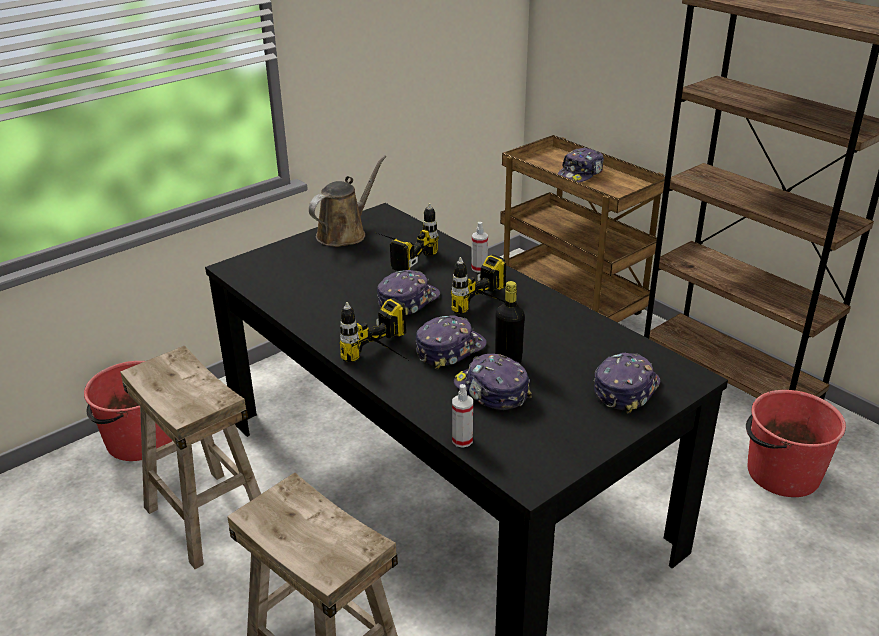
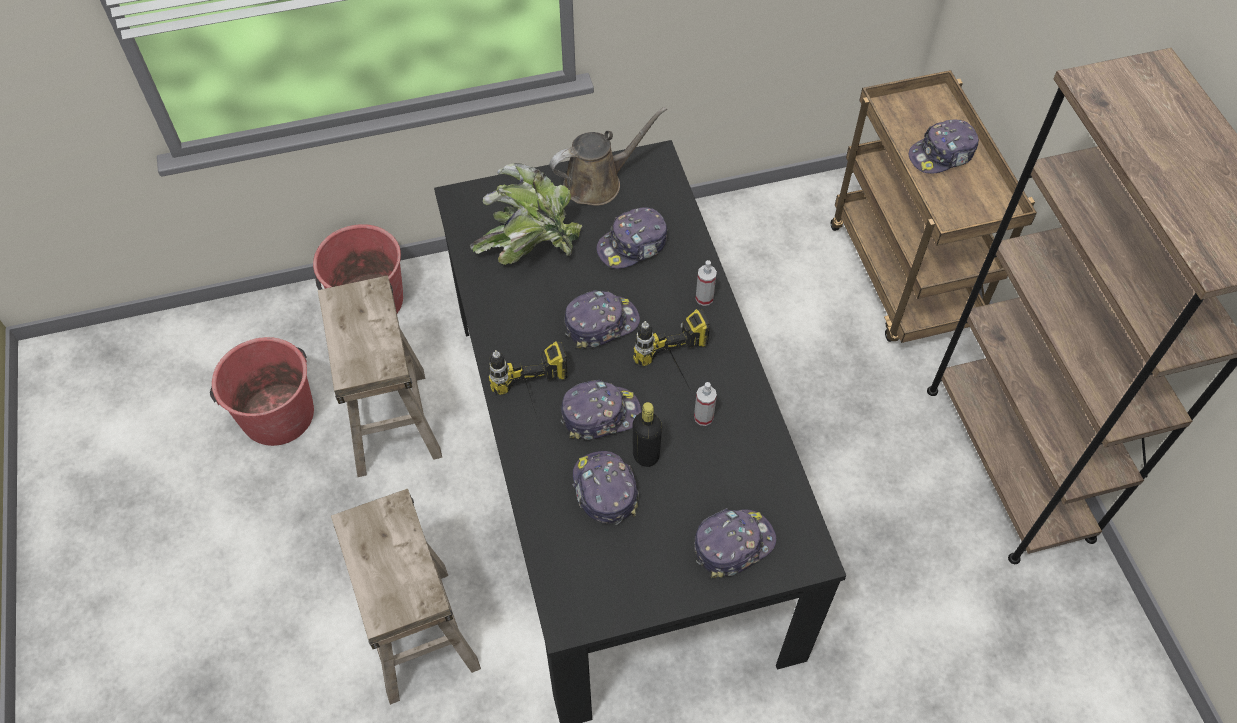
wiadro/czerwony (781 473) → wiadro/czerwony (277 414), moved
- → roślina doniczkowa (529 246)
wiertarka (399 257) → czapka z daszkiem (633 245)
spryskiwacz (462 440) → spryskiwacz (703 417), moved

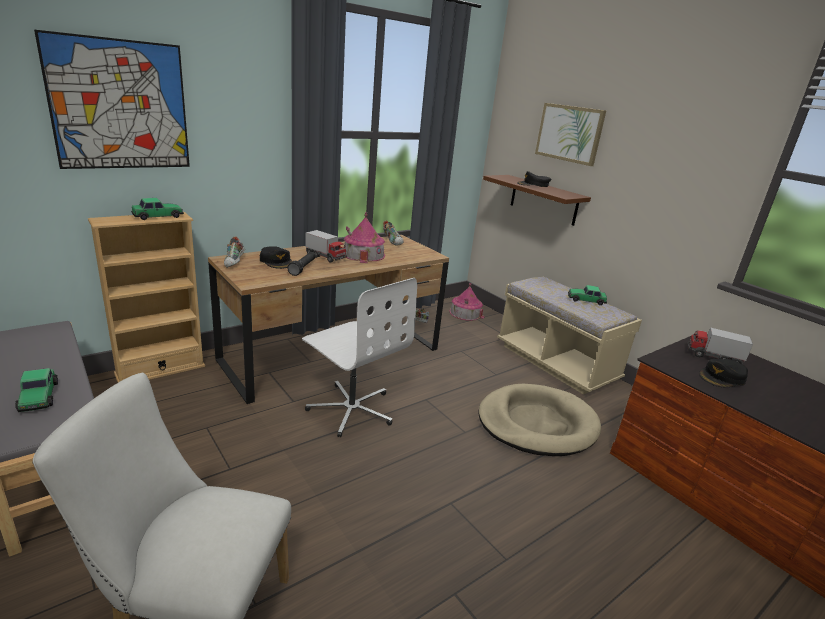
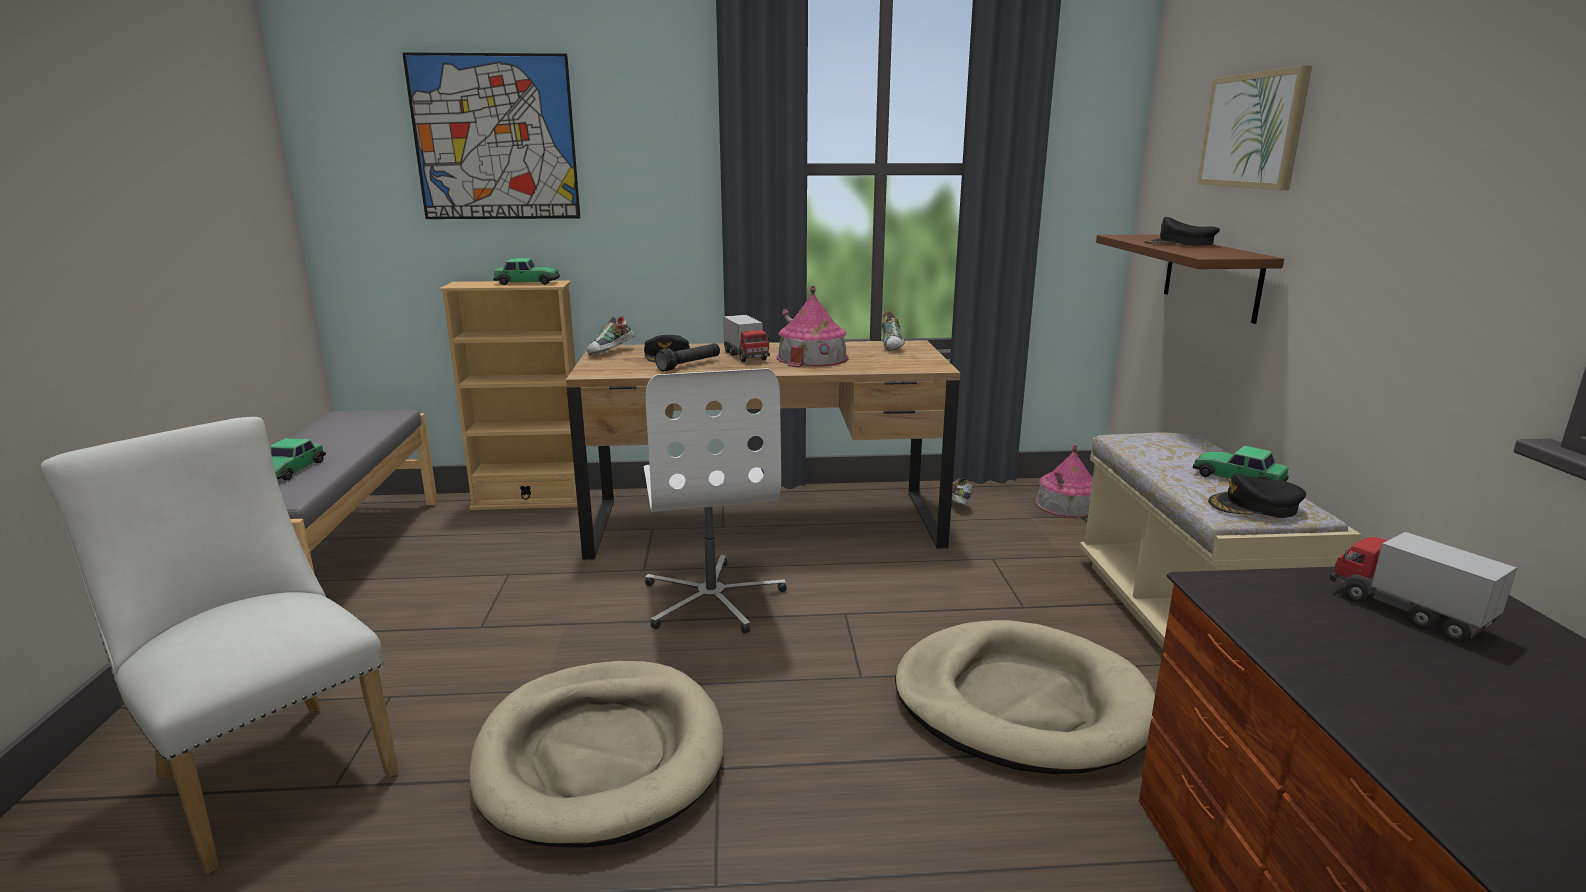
- → legowisko/beżowy (601 756)
czapka z daszkiem/czarny (722 377) → czapka z daszkiem/czarny (1255 506), moved

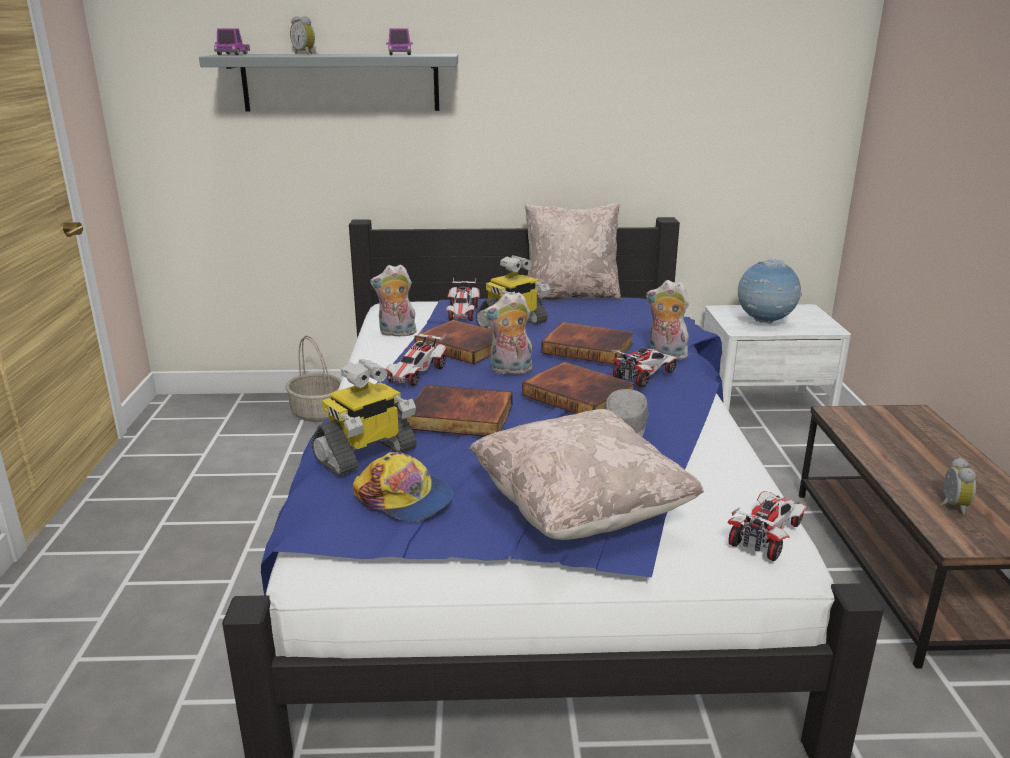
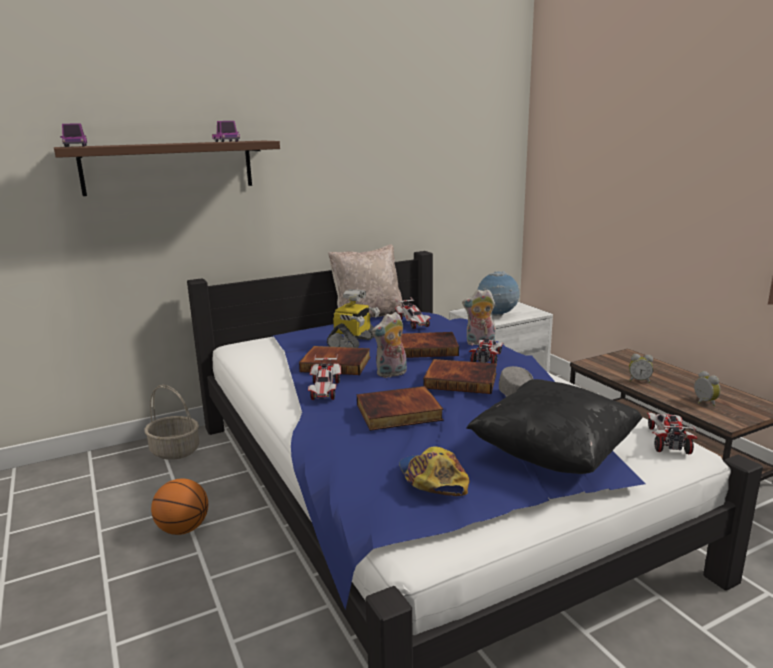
półka/szary (340 82) → półka/brązowy (168 167)
- → piłka do koszykówki (183 529)
samochodzik (463 313) → samochodzik (413 323), moved
czapka z daszkiem (404 498) → czapka z daszkiem (432 479), 120 degrees counterclockwise
poduszka/beżowy (580 511) → poduszka/czarny (553 455)
budzik (305 54) → budzik (639 380), moved
robot zabawkowy (366 455) → -
pluszak (396 333) → -

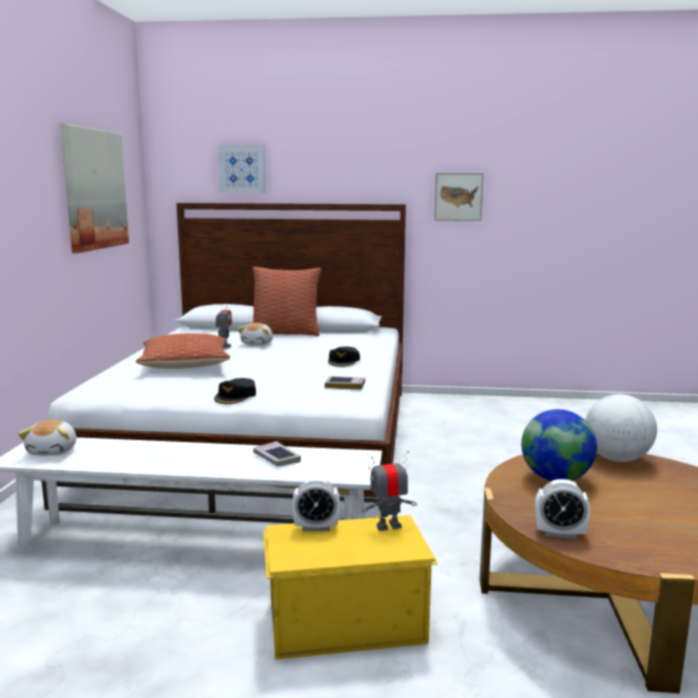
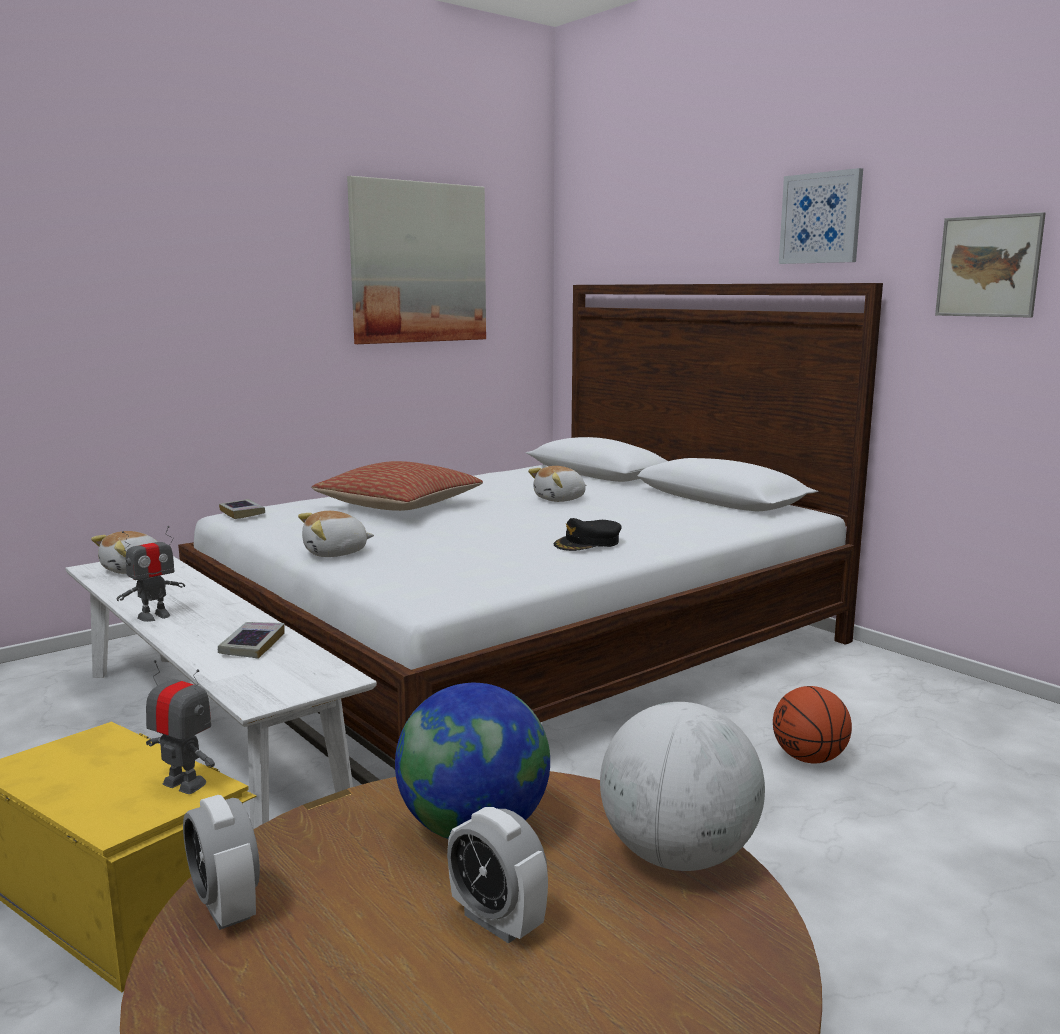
robot zabawkowy (225 346) → robot zabawkowy (154 616), moved
książka (345 385) → książka (242 513), moved
czapka z daszkiem/czarny (236 396) → pluszak (336 553)
budzik (316 527) → budzik (497 921), moved
- → piłka do koszykówki (809 758)
obraz (242 169) → obraz (821 218), moved
poduszka (286 333) → -

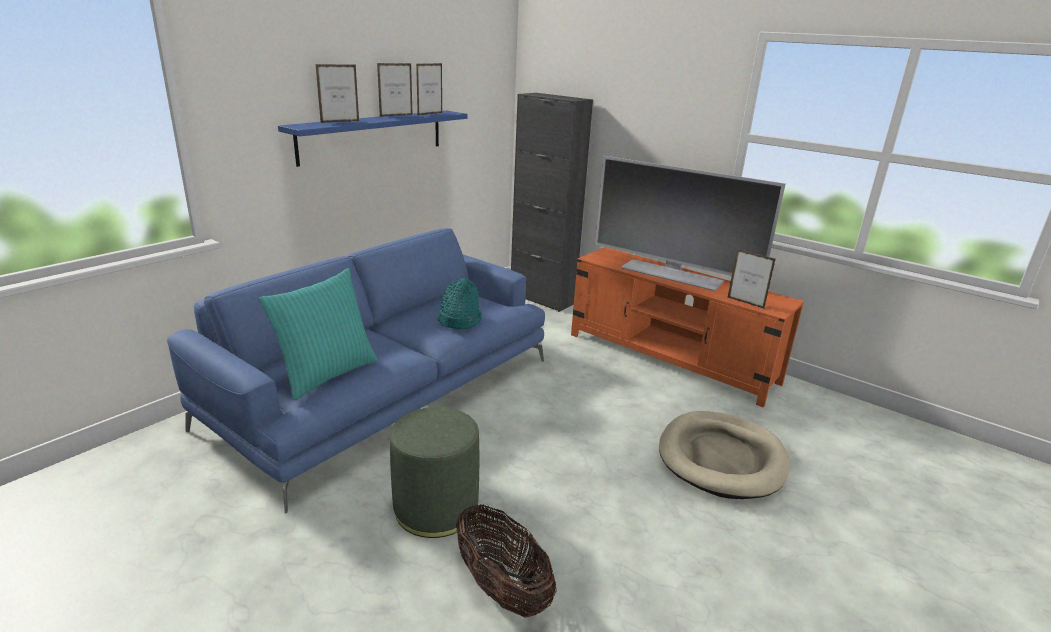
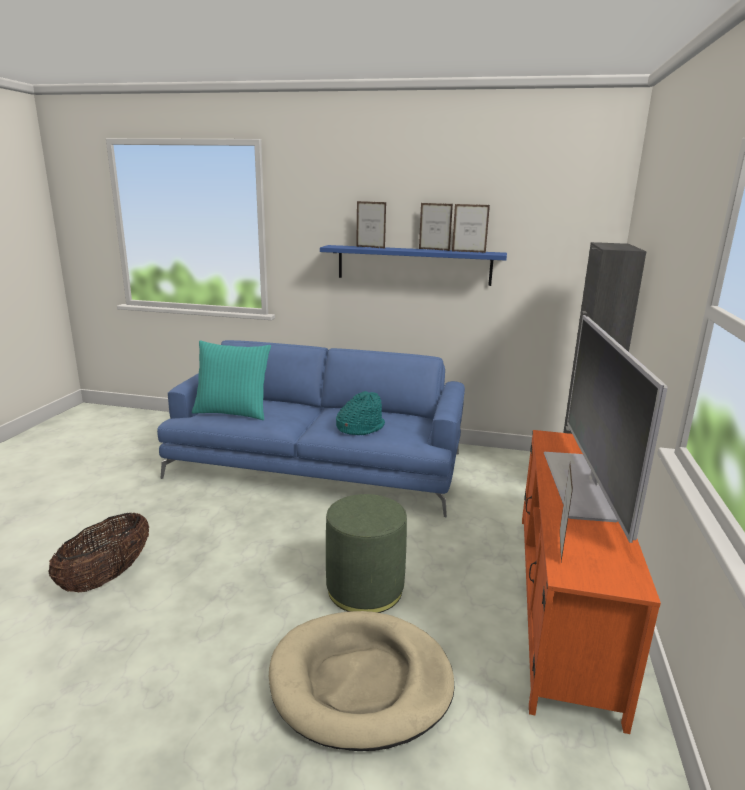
pufa/zielony (436 508) → pufa/zielony (365 588), moved

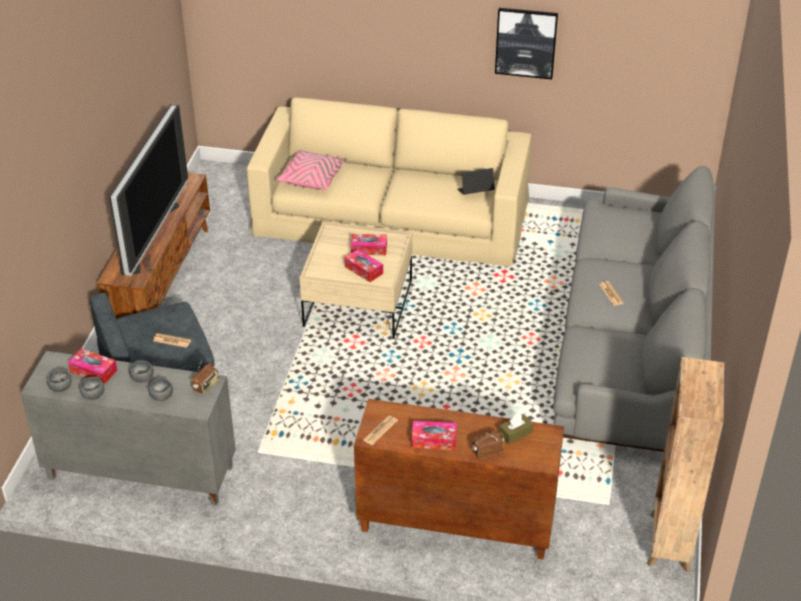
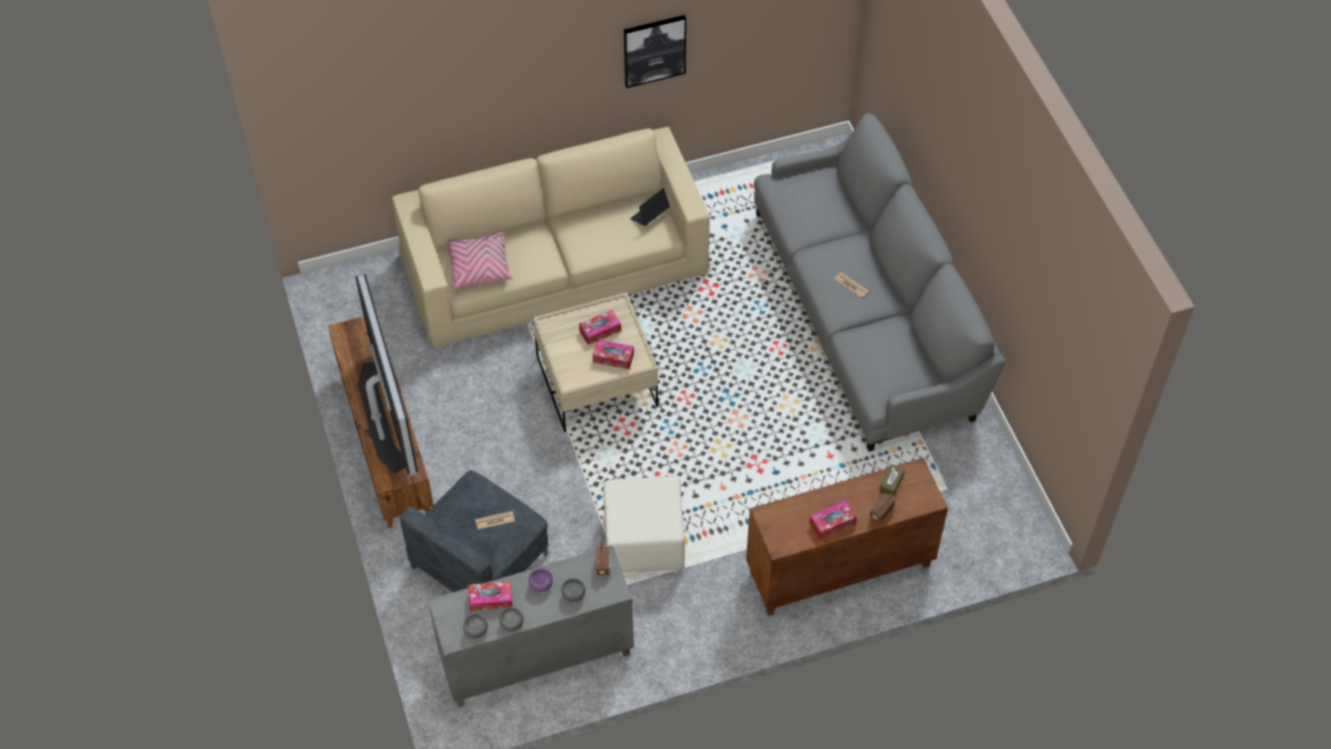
miska/szary (142 378) → miska/fioletowy (541 585)
- → pufa/beżowy (643 542)
gazeta (380 430) → -
regał/brązowy (669 543) → -

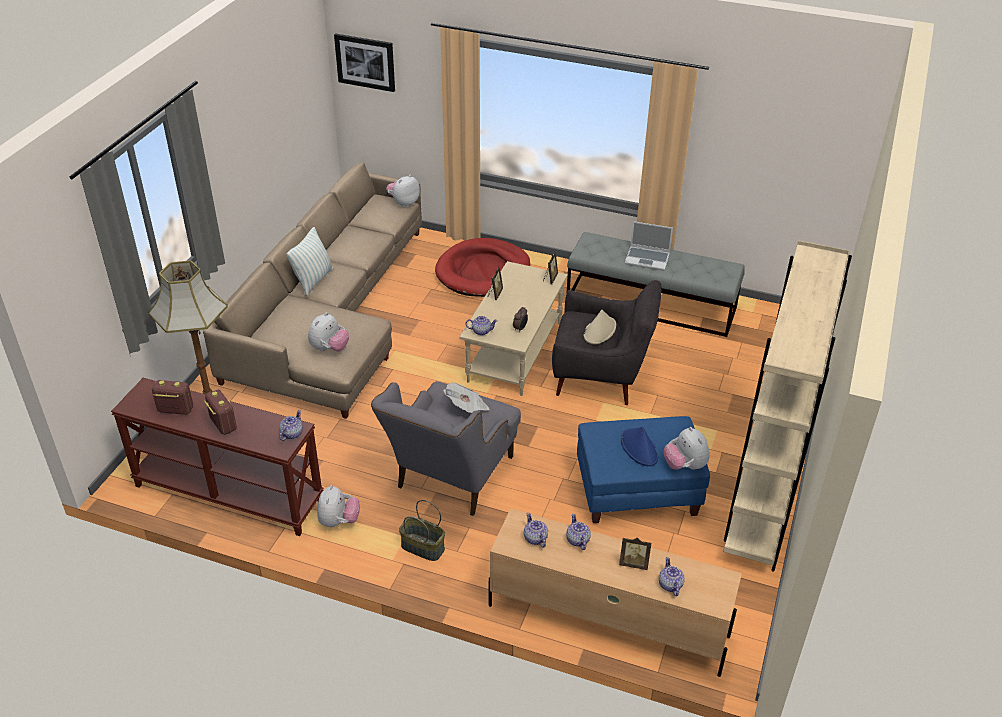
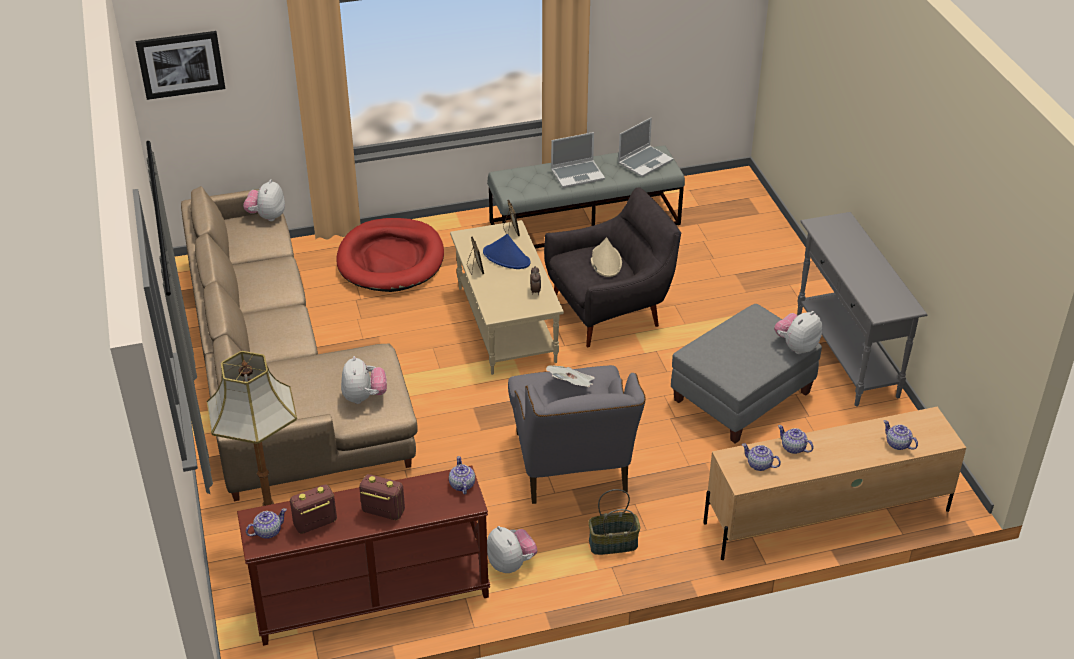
imbryk (481 331) → imbryk (267 531), moved
kapelusz/niebieski (639 448) → kapelusz/niebieski (507 258), moved
- → laptop (645 162)
pufa/niebieski (637 491) → pufa/szary (742 397)
pluszak (684 465) → pluszak (796 346), 105 degrees clockwise
regał/beżowy (762 502) → stolik konsolowy/szary (846 355)
poduszka (313 280) → -
ramka na zdjęcie (634 563) → -

